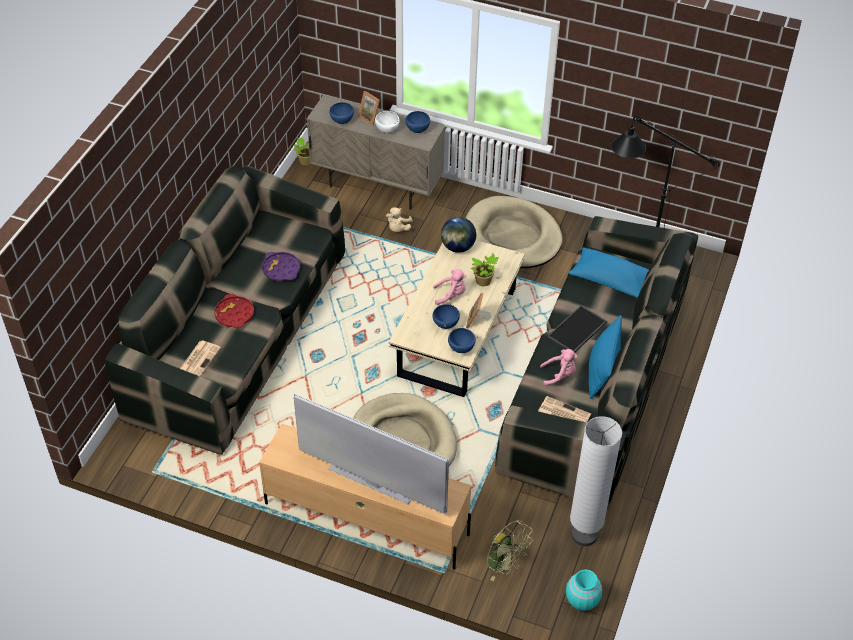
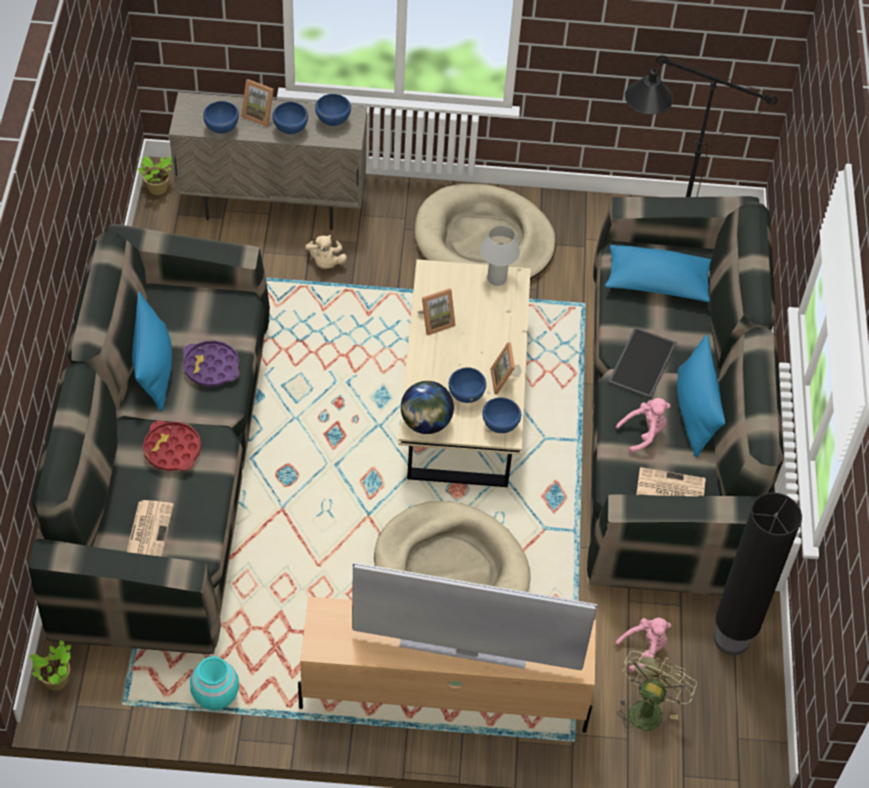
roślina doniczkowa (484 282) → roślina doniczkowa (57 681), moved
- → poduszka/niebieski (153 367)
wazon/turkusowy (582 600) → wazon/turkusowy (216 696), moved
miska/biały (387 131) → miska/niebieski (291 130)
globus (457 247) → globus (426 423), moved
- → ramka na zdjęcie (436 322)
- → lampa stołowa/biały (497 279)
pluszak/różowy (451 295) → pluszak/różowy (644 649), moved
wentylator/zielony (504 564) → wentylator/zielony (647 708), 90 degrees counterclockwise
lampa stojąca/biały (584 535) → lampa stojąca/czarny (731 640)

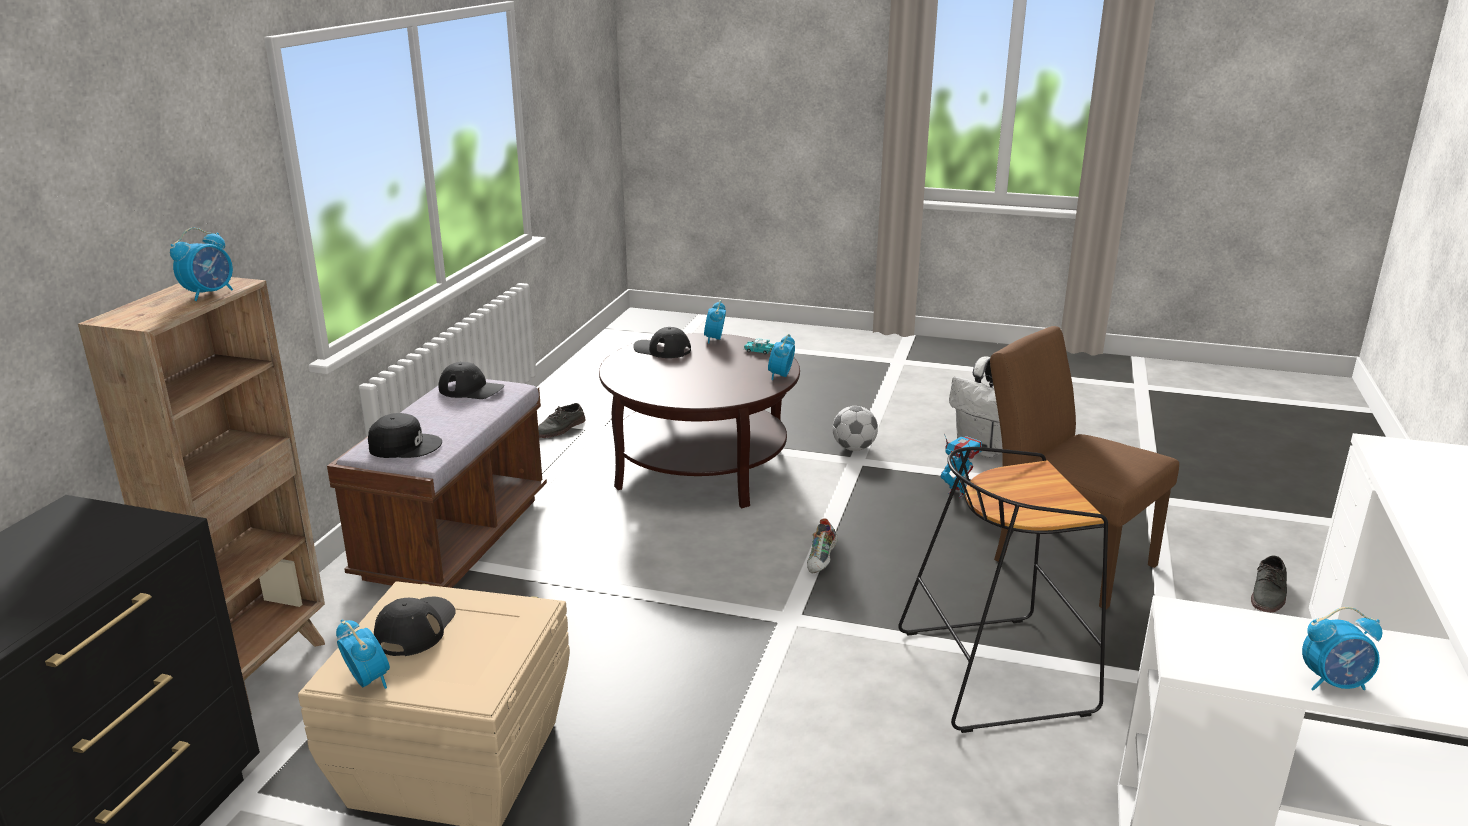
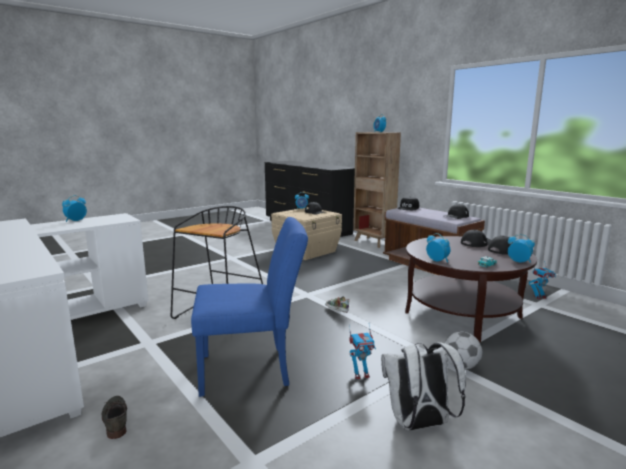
krzesło/brązowy (1063 558) → krzesło/niebieski (253 369)
- → czapka z daszkiem/czarny (476 243)
but/szary (560 428) → robot zabawkowy (539 297)

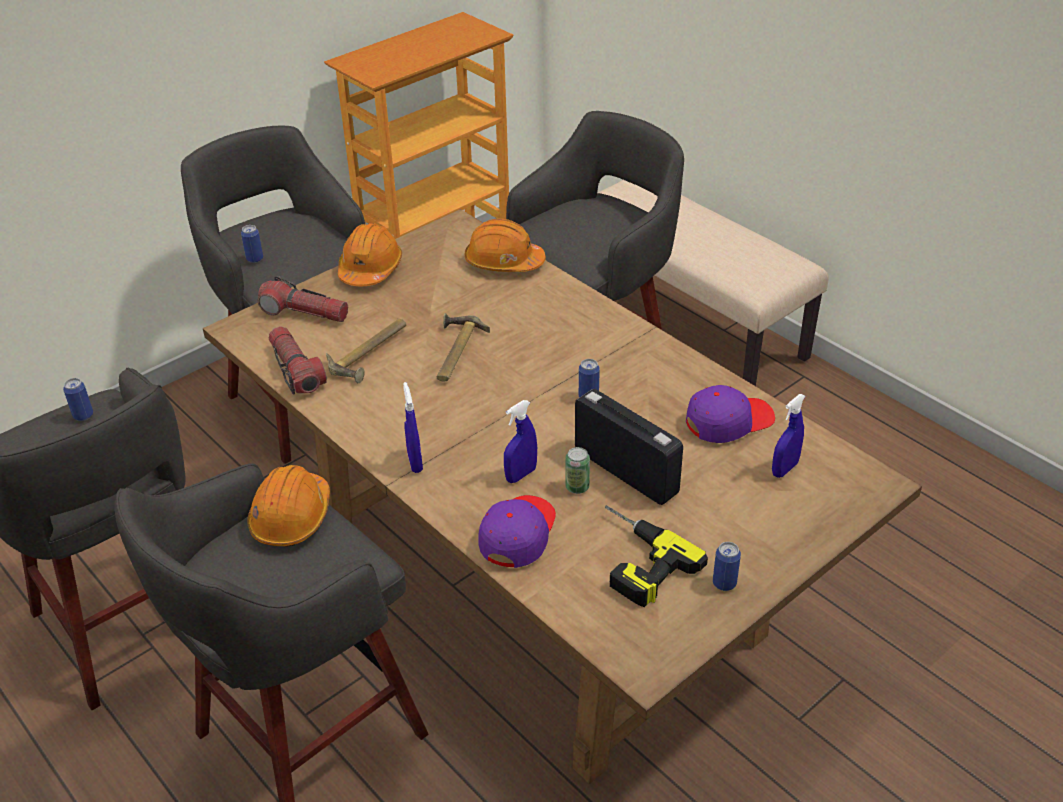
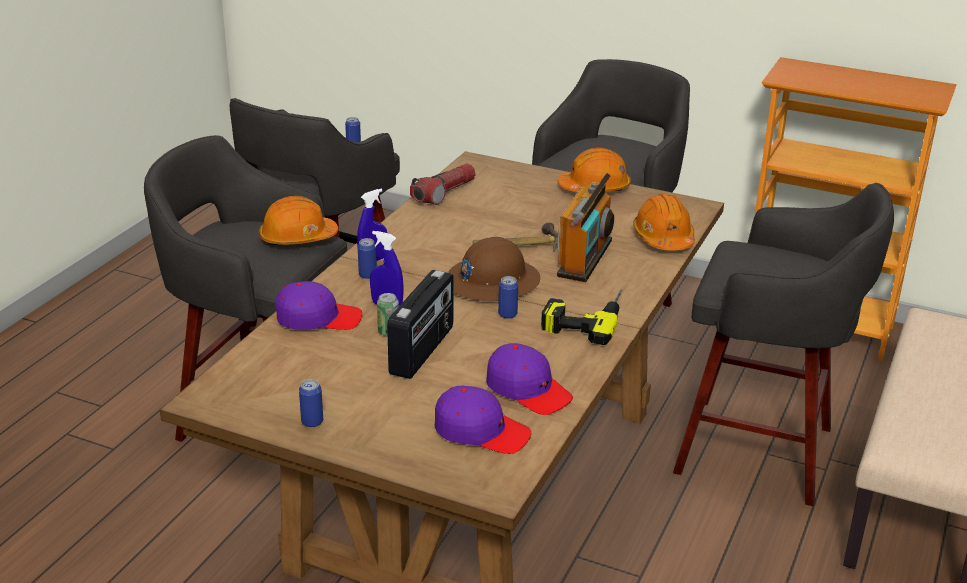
puszka (254 259) → puszka (367 275), moved
spryskiwacz/niebieski (784 469) → czapka z daszkiem/fioletowy (481 431)
- → kask/brązowy (492 282)
wiertarka (633 560) → wiertarka (584 317), moved
- → radio (585 258)
latarka (304 313) → -
młotek (372 353) → -

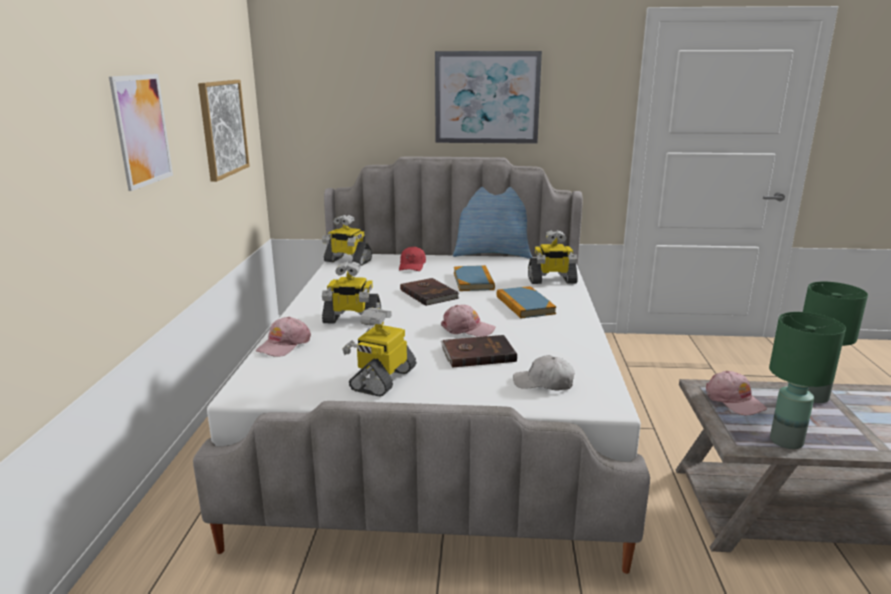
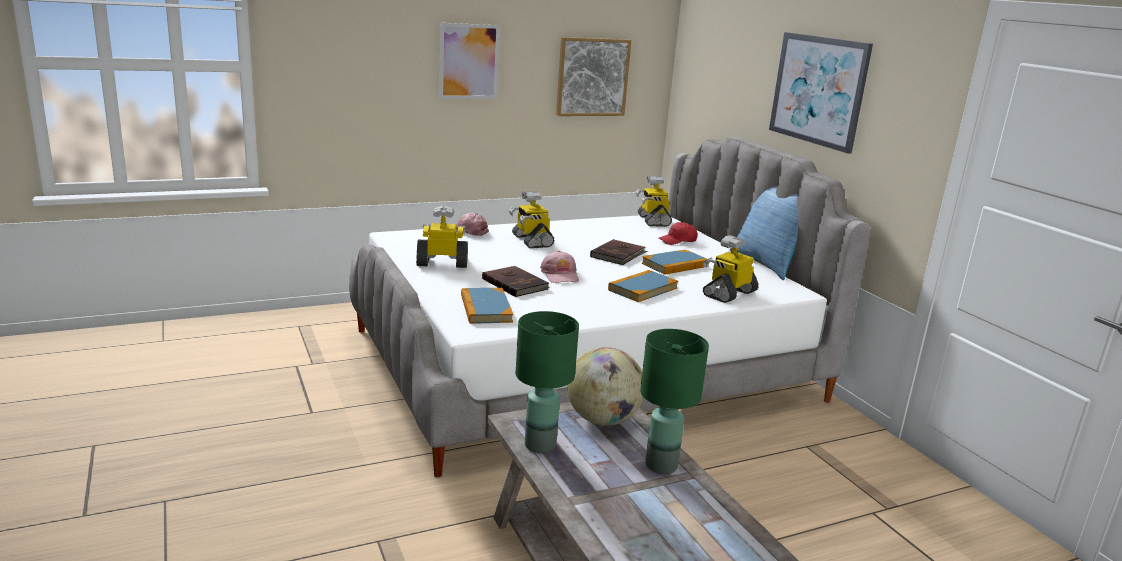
czapka z daszkiem/biały (544 383) → książka (485 309)
czapka z daszkiem/różowy (734 400) → globus (603 420)
robot zabawkowy (551 280) → robot zabawkowy (728 293), 75 degrees clockwise

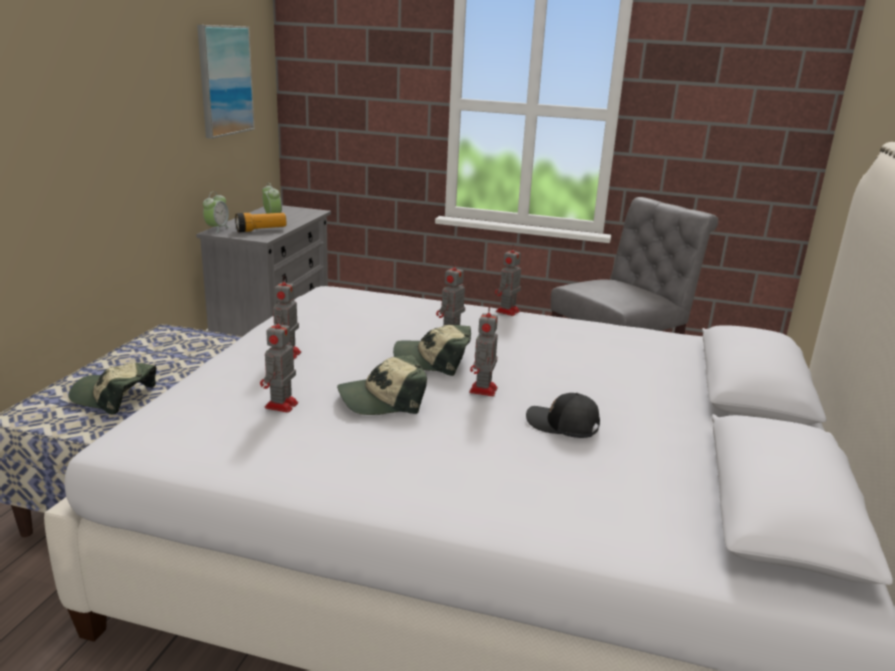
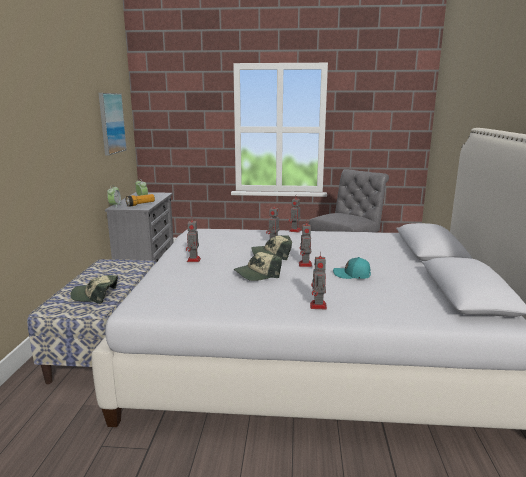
robot zabawkowy (280 406) → robot zabawkowy (318 306), moved
czapka z daszkiem/czarny (562 425) → czapka z daszkiem/turkusowy (352 275)

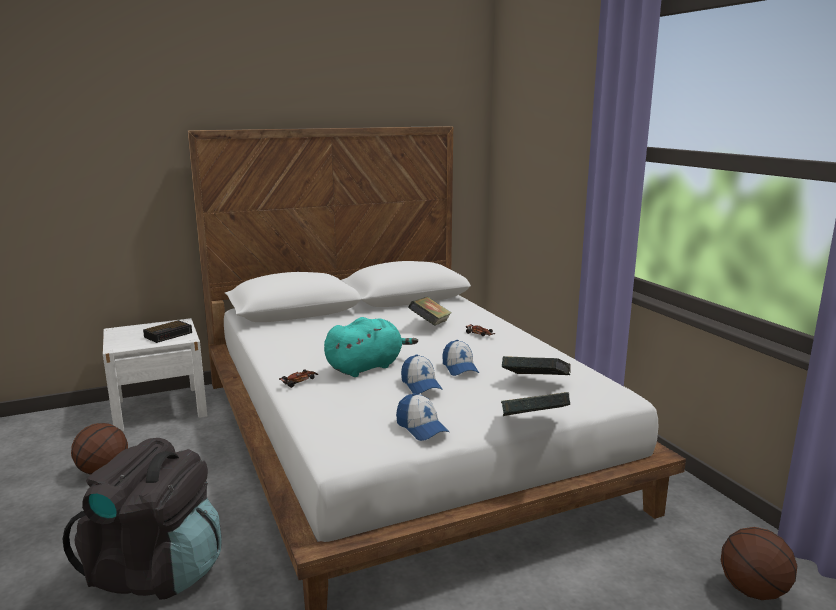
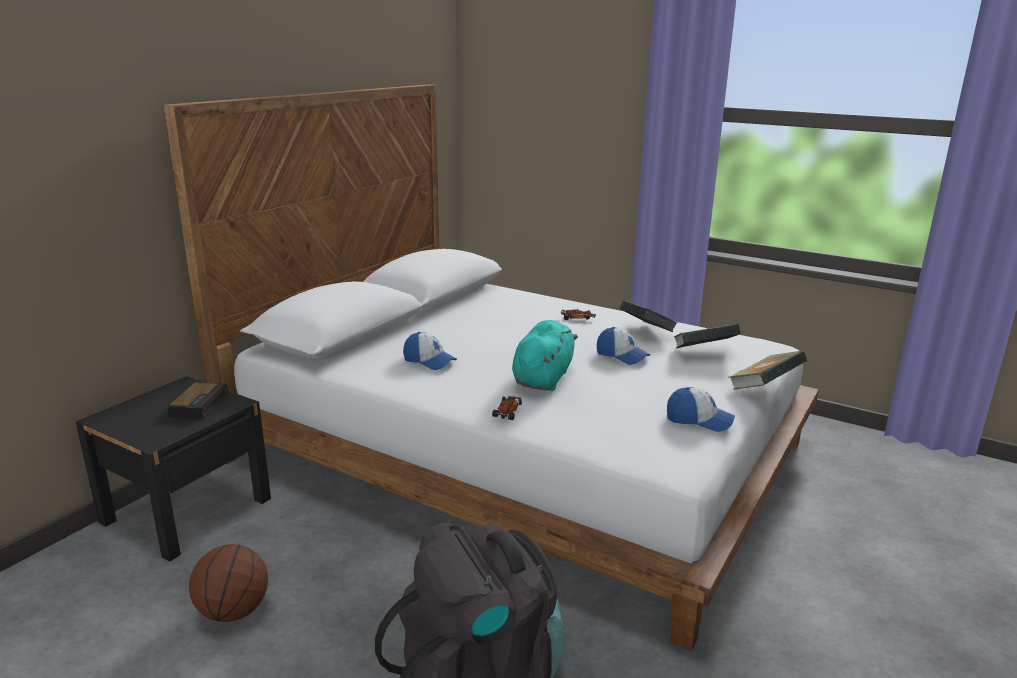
szafka nocna/biały (159 408) → szafka nocna/czarny (187 510)
czapka z daszkiem (421 385) → czapka z daszkiem (429 361), moved
książka (430 325) → książka (646 332), moved
piłka do koszykówki (754 591) → -

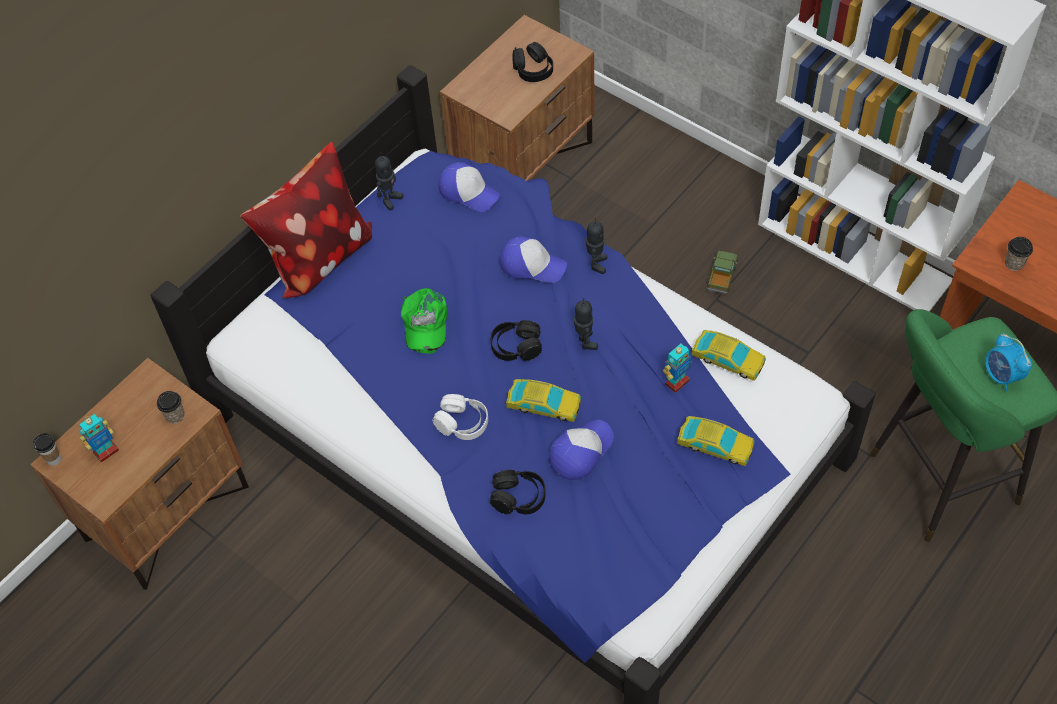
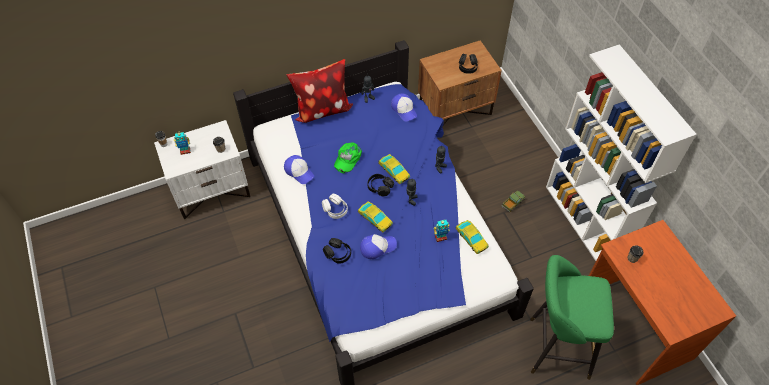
szafka nocna/brązowy (166 511) → szafka nocna/biały (212 191)
czapka z daszkiem (532 265) → czapka z daszkiem (299 171), moved
samochodzik (715 444) → samochodzik (394 171), moved
budzik (1001 376) → -

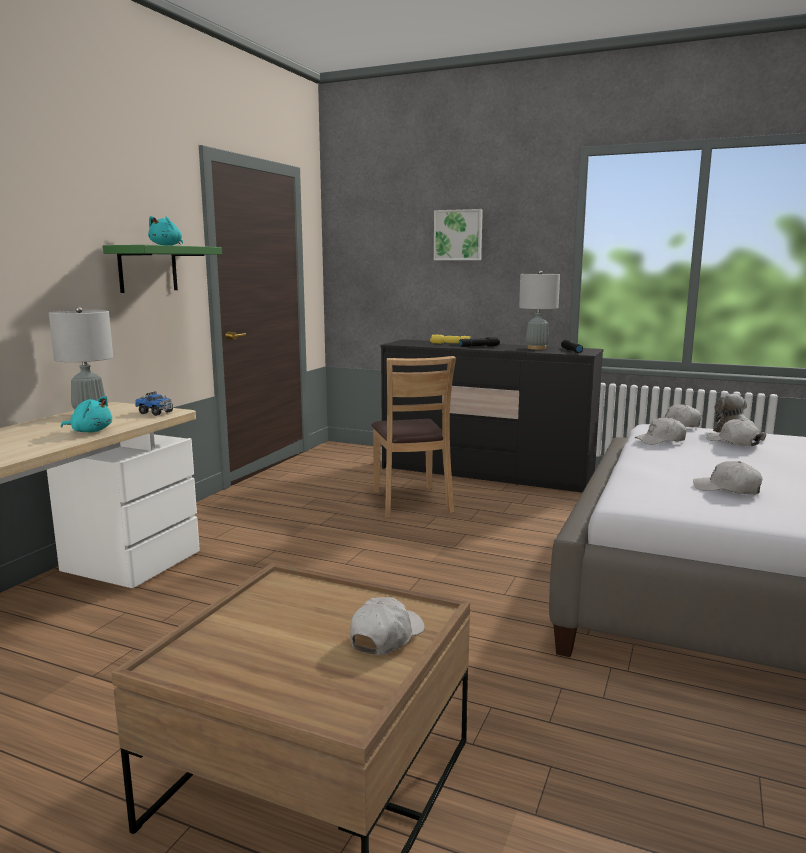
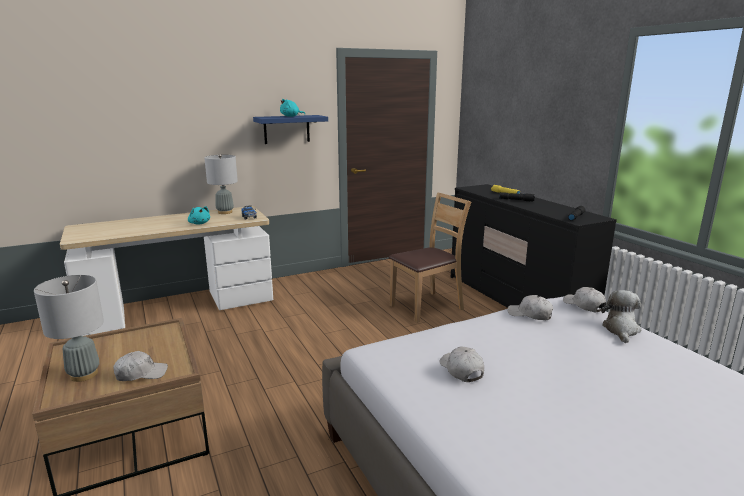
lampa stołowa/szary (536 348) → lampa stołowa/szary (84 374), moved
półka/zielony (148 269) → półka/niebieski (286 129)
krzesło/brązowy (411 502) → krzesło/brązowy (427 307), 150 degrees counterclockwise
obraz (458 235) → -
czapka z daszkiem/biały (733 442) → -

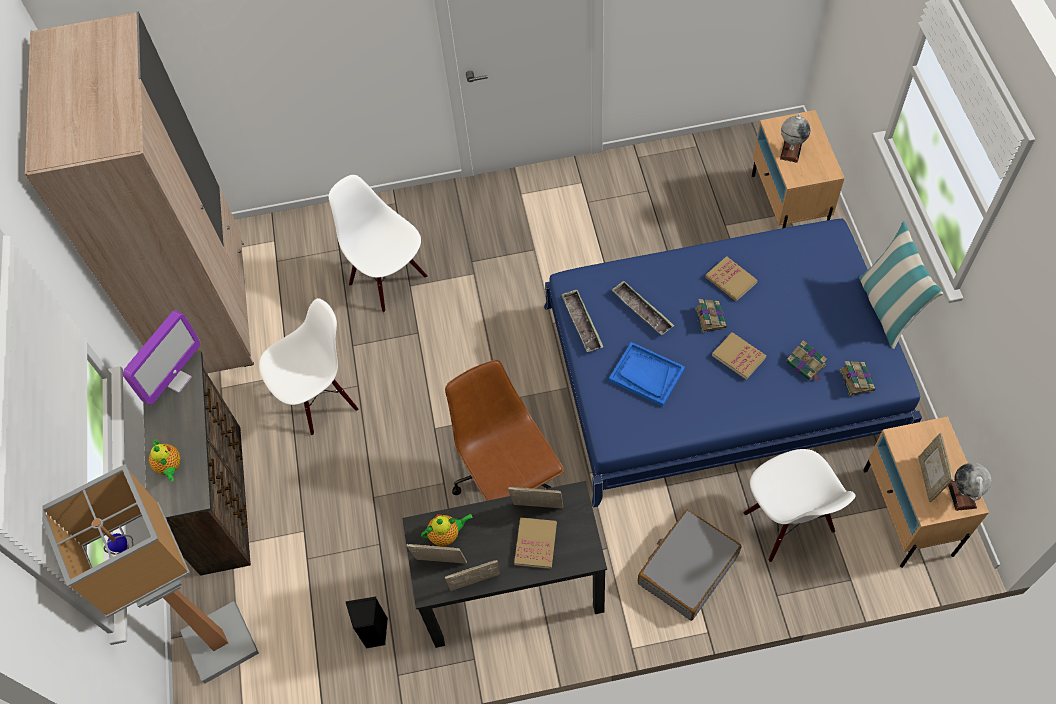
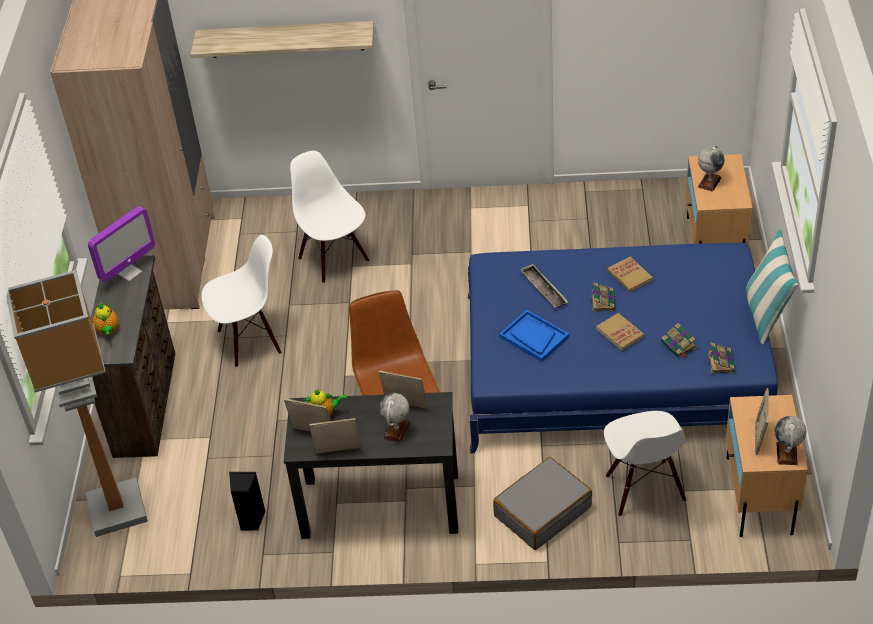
- → półka (286 39)
książka (535 544) → globus (396 430)
taca (582 323) → -

